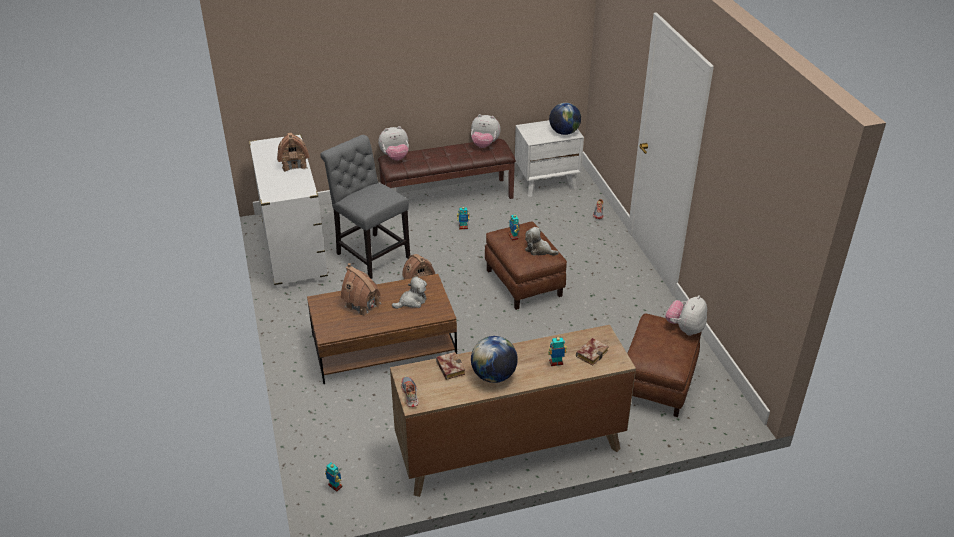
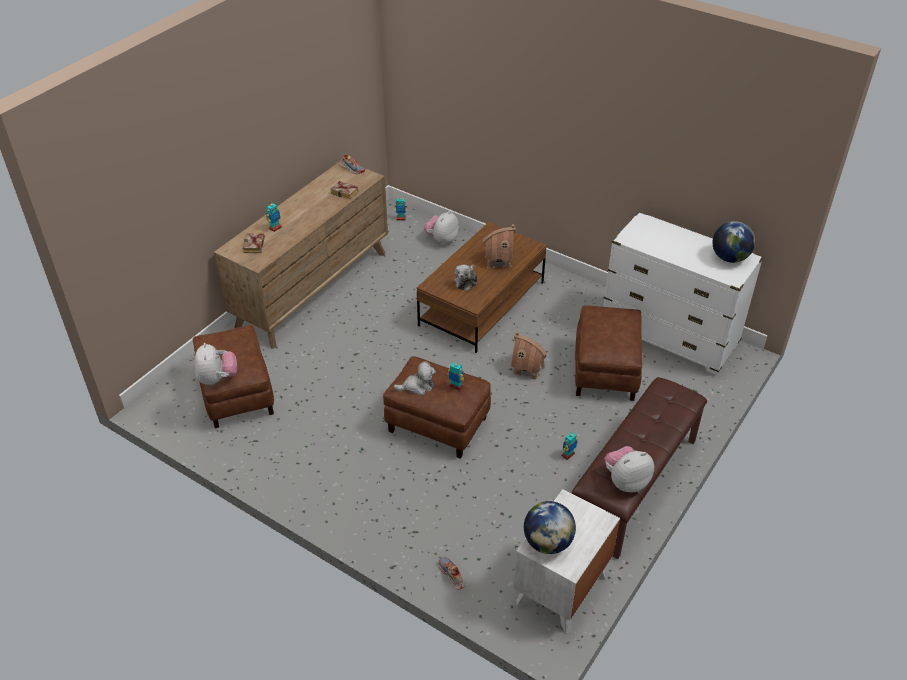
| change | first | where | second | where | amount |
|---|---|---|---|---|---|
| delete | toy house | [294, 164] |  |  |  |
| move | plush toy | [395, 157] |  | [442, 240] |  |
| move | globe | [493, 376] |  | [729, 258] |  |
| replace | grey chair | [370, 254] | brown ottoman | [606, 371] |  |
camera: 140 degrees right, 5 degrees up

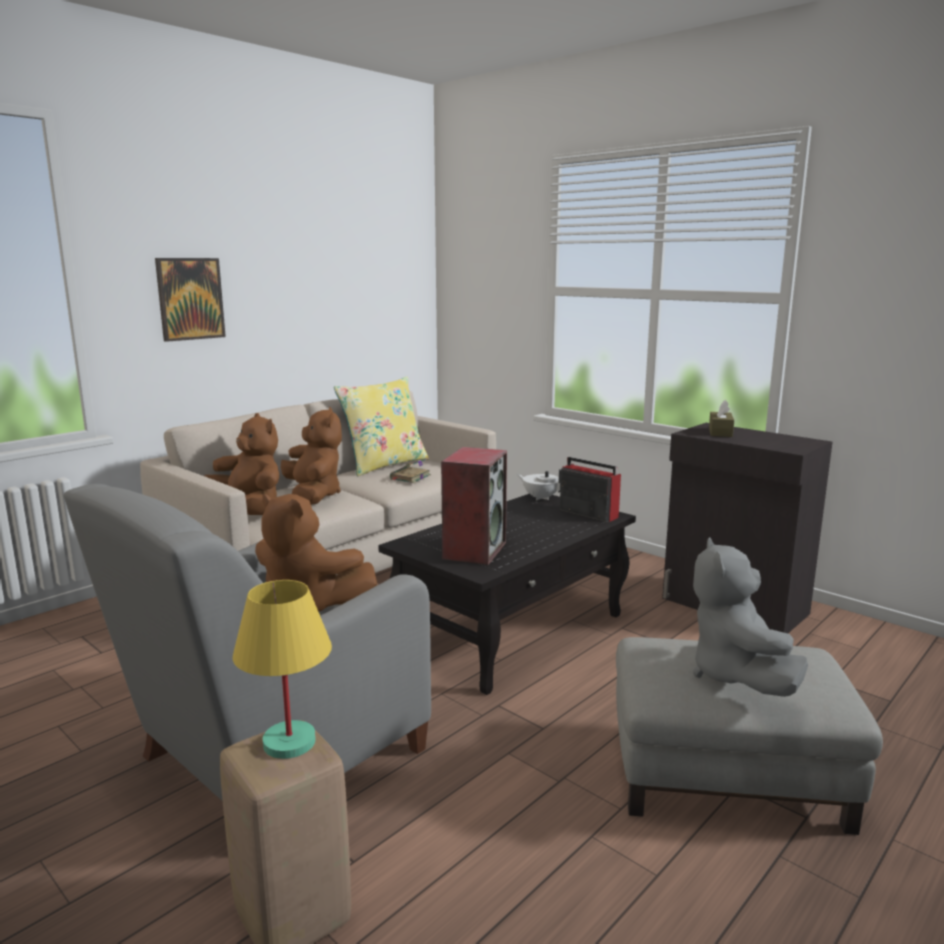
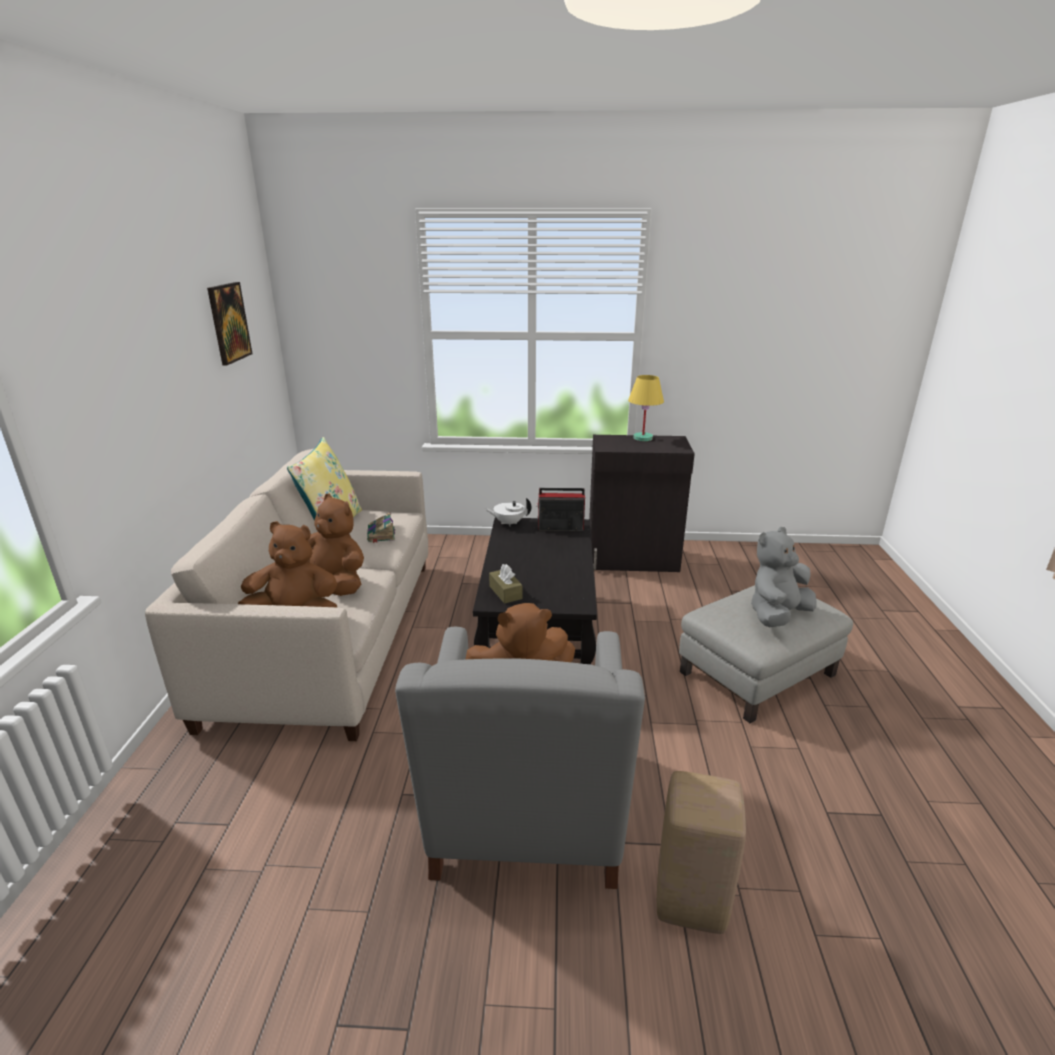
| change | first | where | second | where | amount |
|---|---|---|---|---|---|
| delete | speaker | [474, 550] |  |  |  |
| move | picture | [190, 299] |  | [229, 323] |  |
| move | yellow table lamp | [290, 743] |  | [643, 438] |  |
| move | brown tissue box | [720, 432] |  | [505, 592] |  |
| rotate | grey plush toy | [736, 675] |  | [777, 615] | 90 degrees clockwise |
camera: 40 degrees left, 10 degrees up

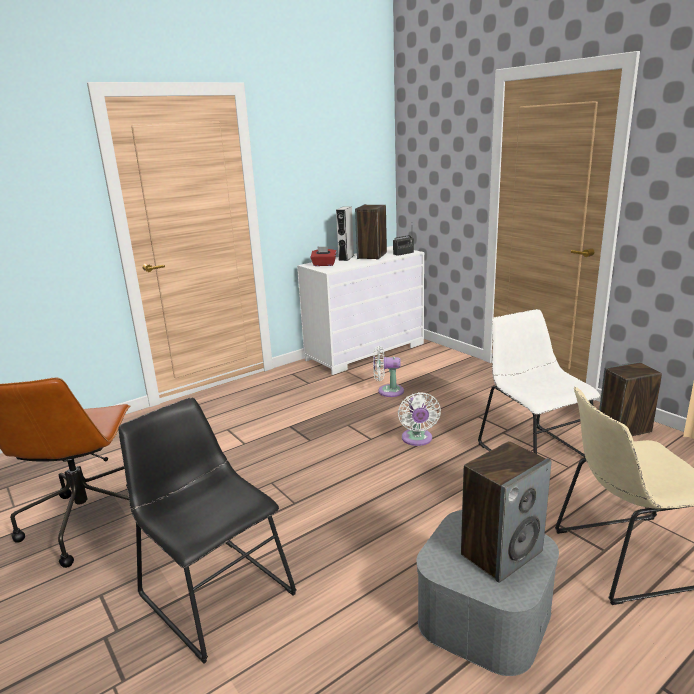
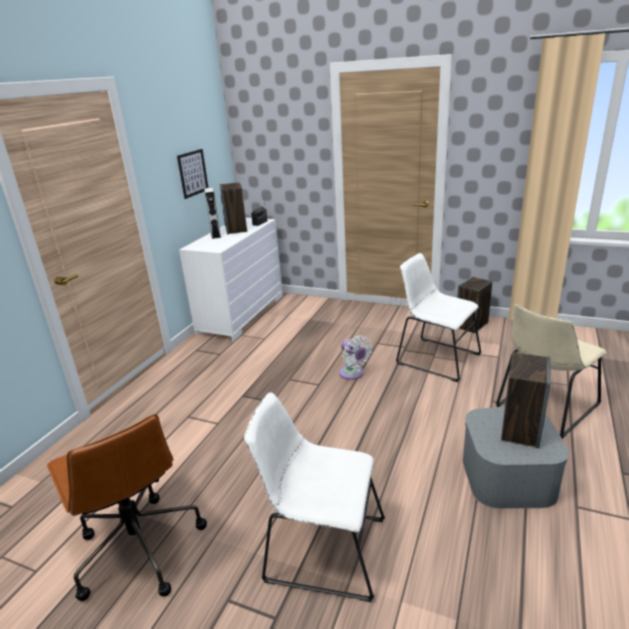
| change | first | where | second | where | amount |
|---|---|---|---|---|---|
| delete | red tissue box | [324, 265] |  |  |  |
| delete | white fan | [387, 391] |  |  |  |
| insert |  |  | picture | [192, 173] |  |
| recolor | black chair | [213, 591] | white chair | [320, 548] |  |
camera: 30 degrees left, 5 degrees up

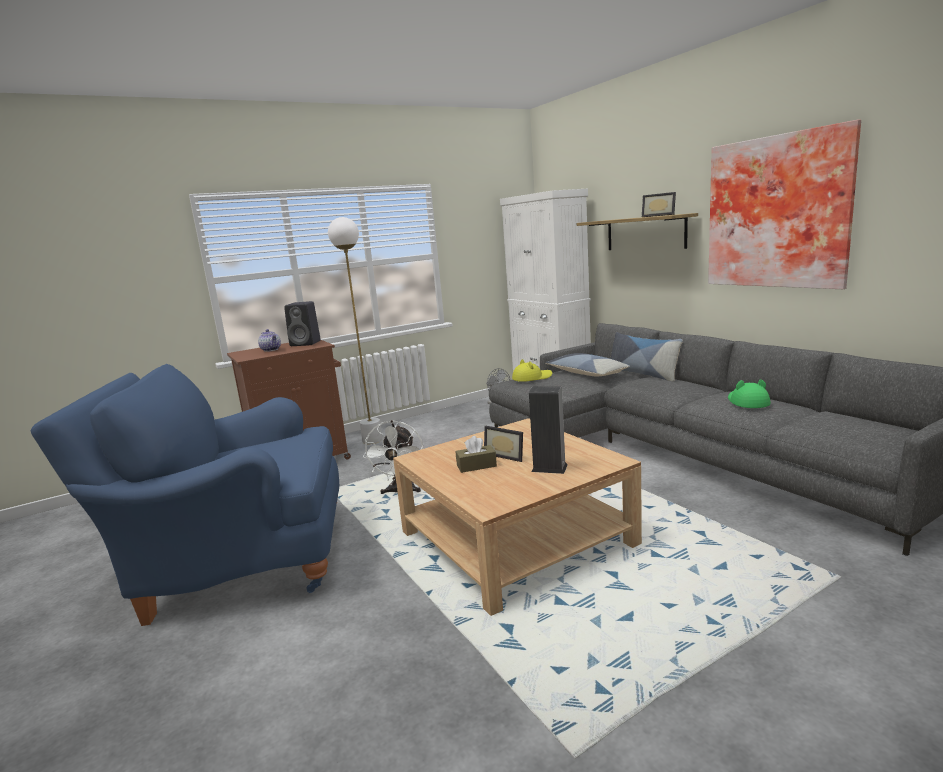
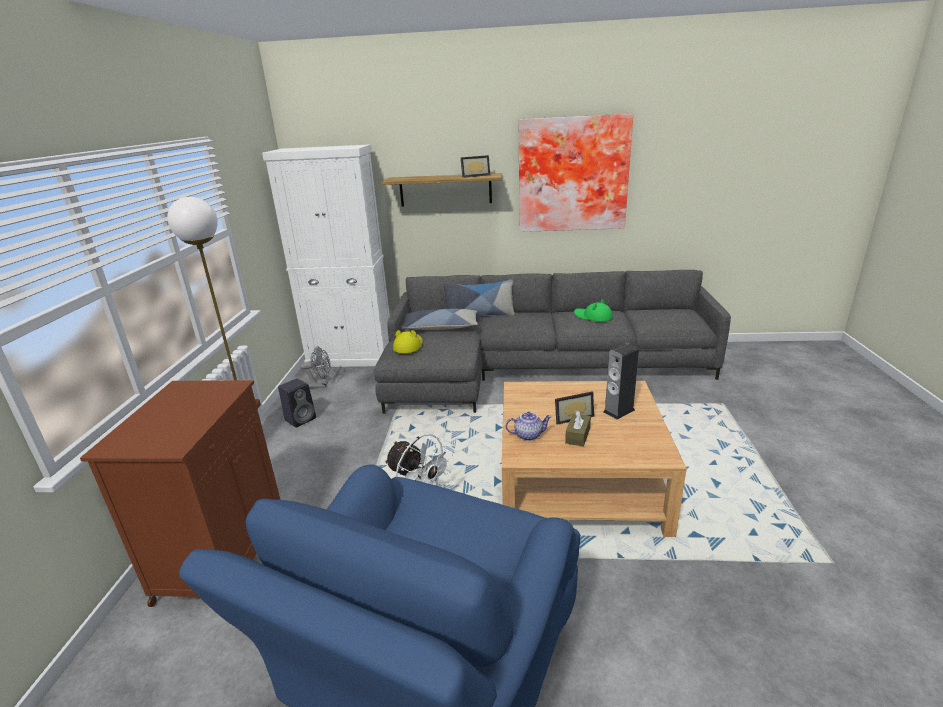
| change | first | where | second | where | amount |
|---|---|---|---|---|---|
| move | teapot | [271, 350] |  | [528, 435] |  |
| move | black speaker | [306, 343] |  | [301, 419] |  |
camera: 55 degrees left, 10 degrees up

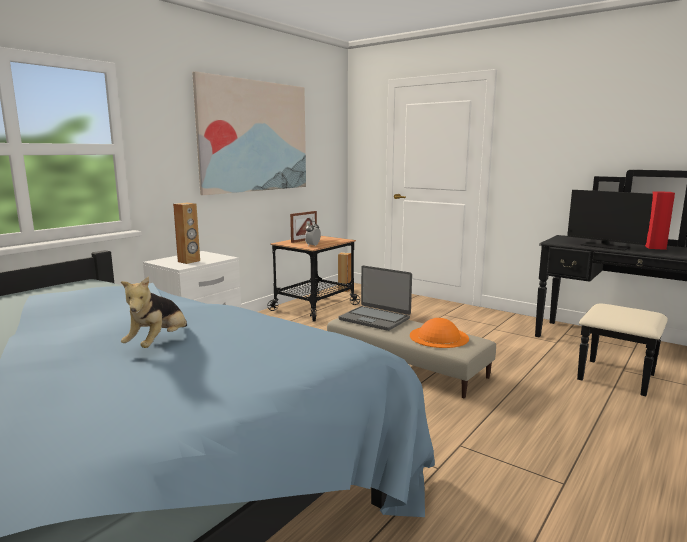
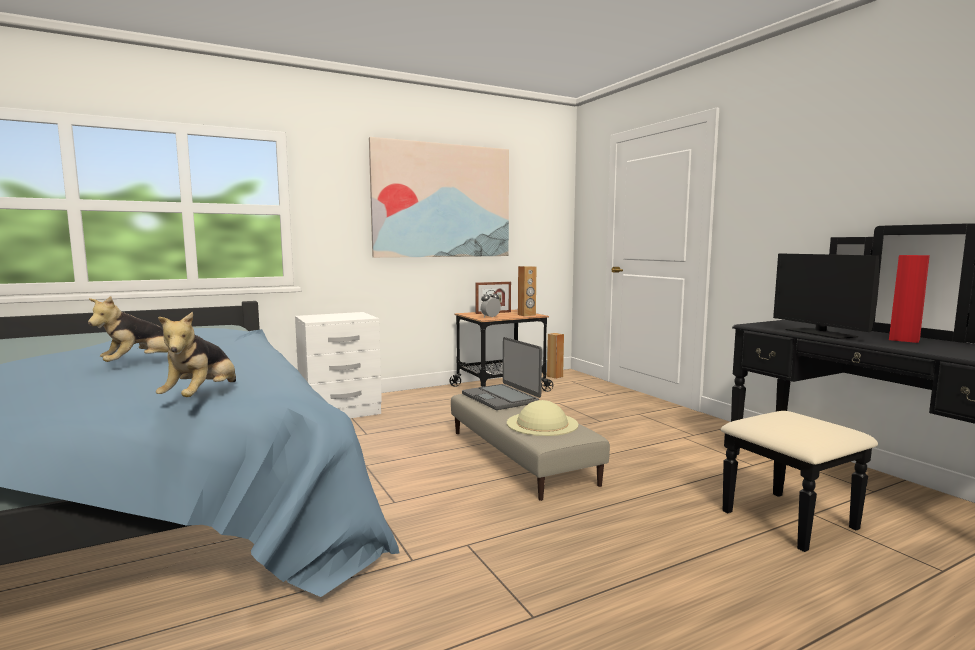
| change | first | where | second | where | amount |
|---|---|---|---|---|---|
| insert |  |  | plush toy | [202, 397] |  |
| move | brown speaker | [189, 261] |  | [526, 315] |  |
| recolor | orange hat | [438, 337] | beige hat | [542, 423] |  |
camera: 25 degrees right, 5 degrees down

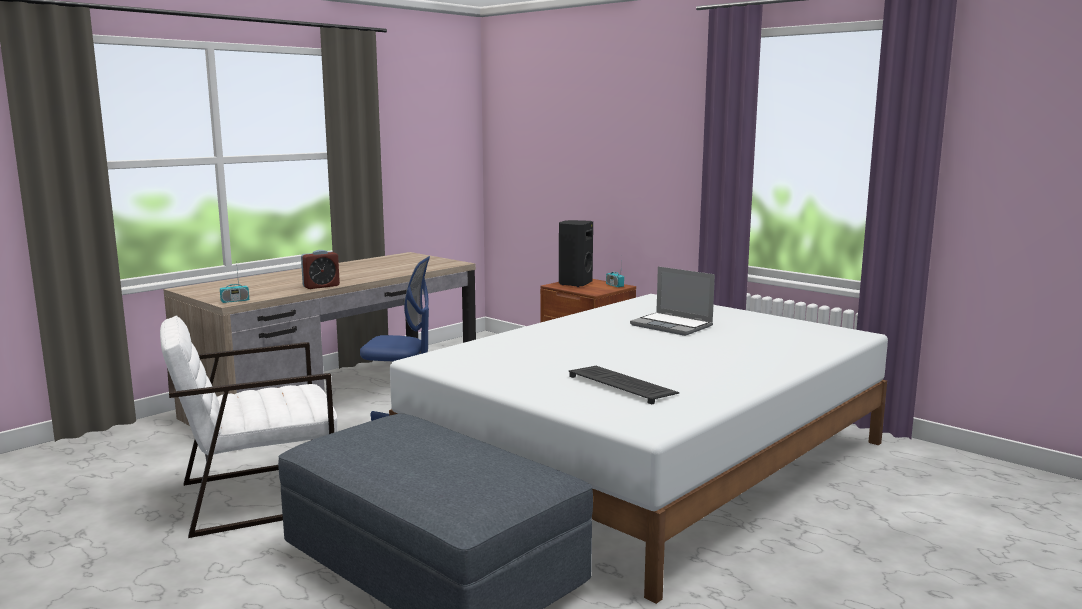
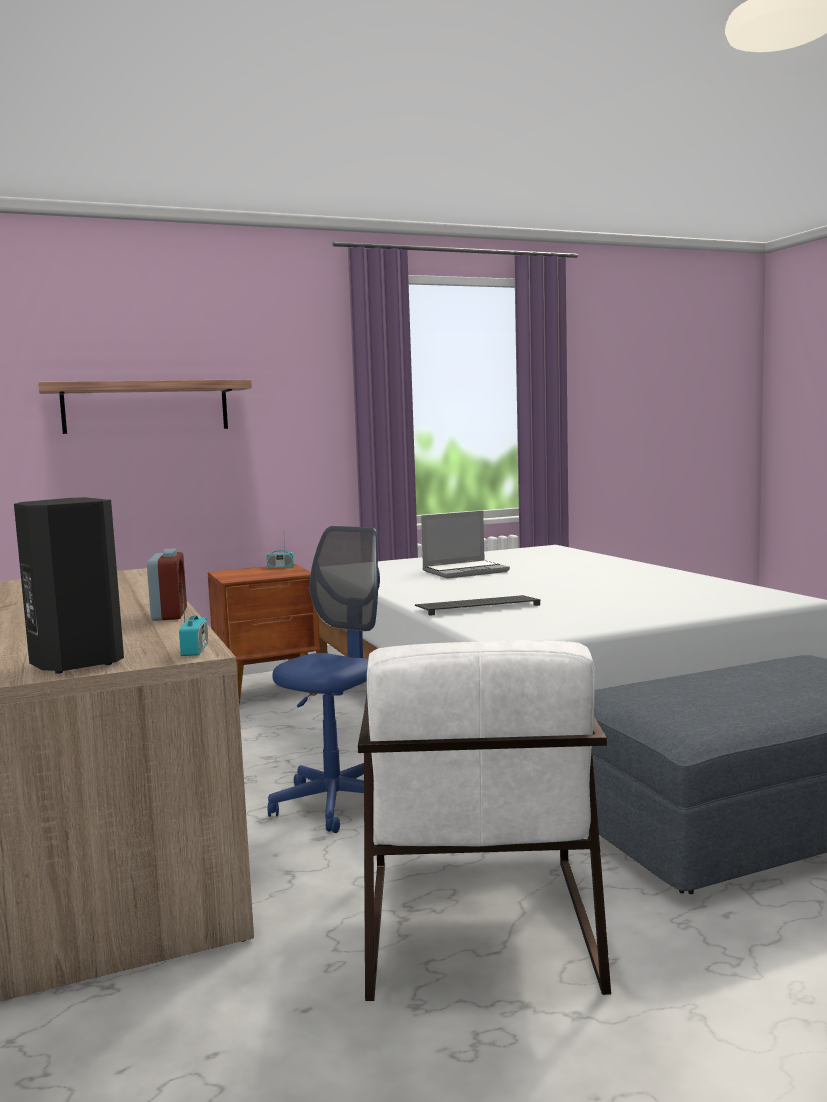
| change | first | where | second | where | amount |
|---|---|---|---|---|---|
| insert |  |  | shelf | [146, 407] |  |
| move | black speaker | [574, 284] |  | [74, 663] |  |
| move | keyboard | [623, 386] |  | [478, 606] |  |
camera: 65 degrees left, 5 degrees down

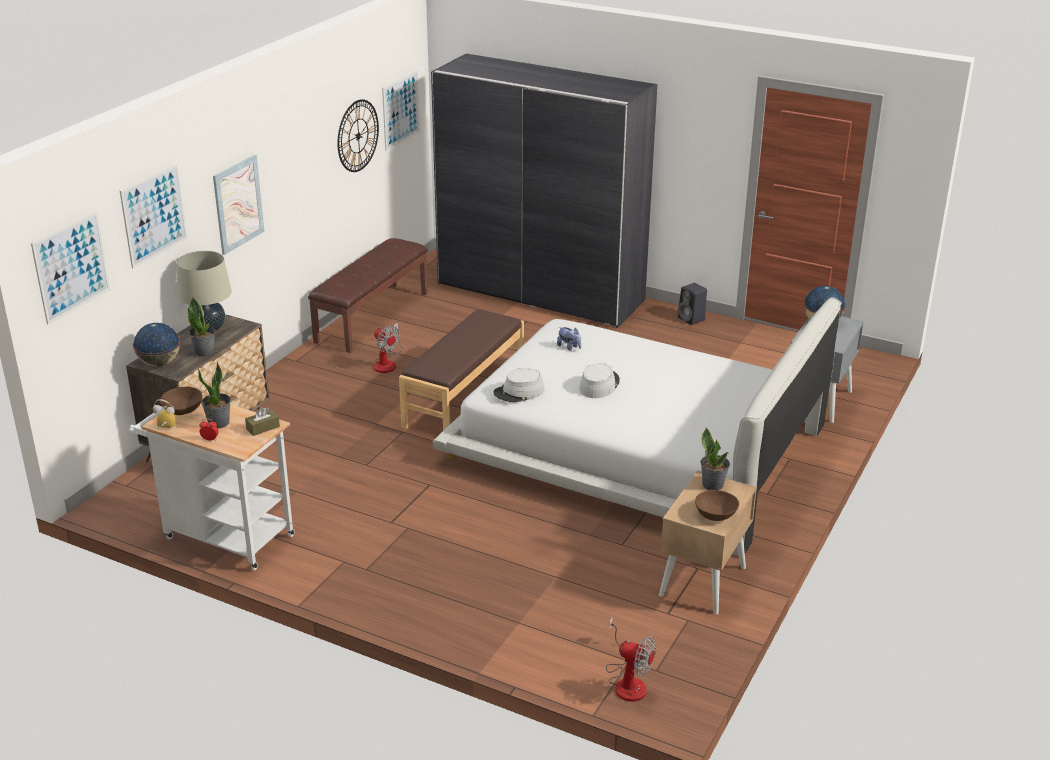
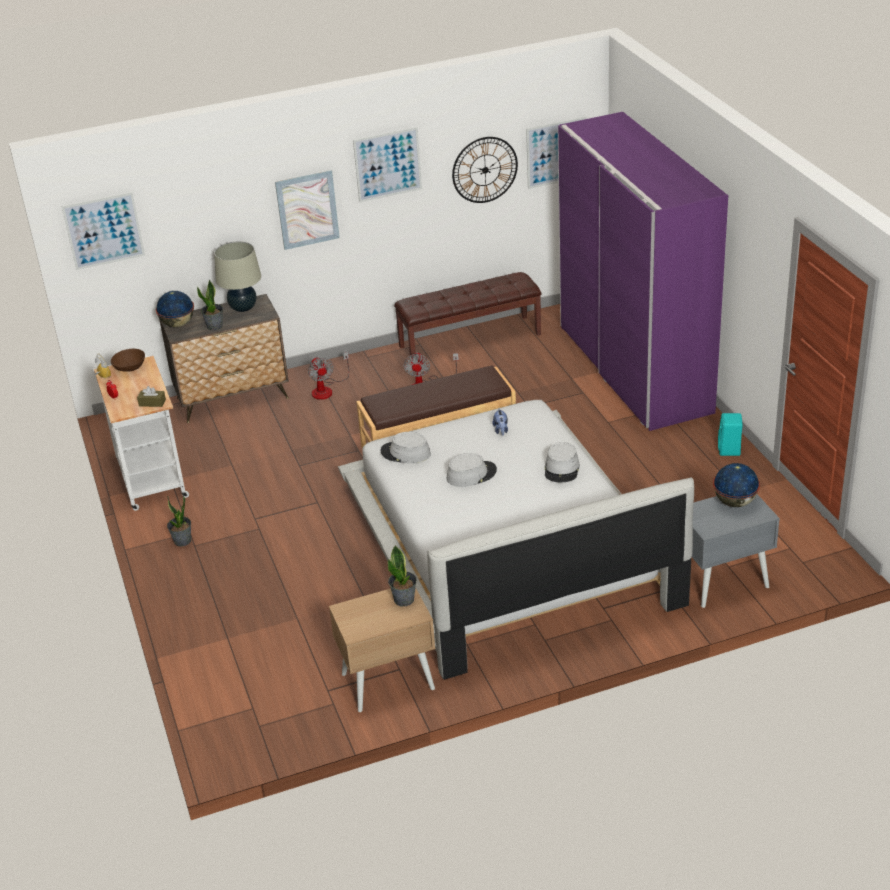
| change | first | where | second | where | amount |
|---|---|---|---|---|---|
| delete | brown bowl | [716, 515] |  |  |  |
| insert |  |  | grey hat | [562, 469] |  |
| move | picture | [154, 215] |  | [387, 164] |  |
| move | potted plant | [219, 423] |  | [182, 541] |  |
| move | fan | [627, 681] |  | [326, 389] |  |
| recolor | grey wardrobe | [540, 292] | purple wardrobe | [634, 369] |  |
| recolor | black speaker | [692, 319] | turquoise speaker | [729, 450] |  |
camera: 45 degrees right, 5 degrees up

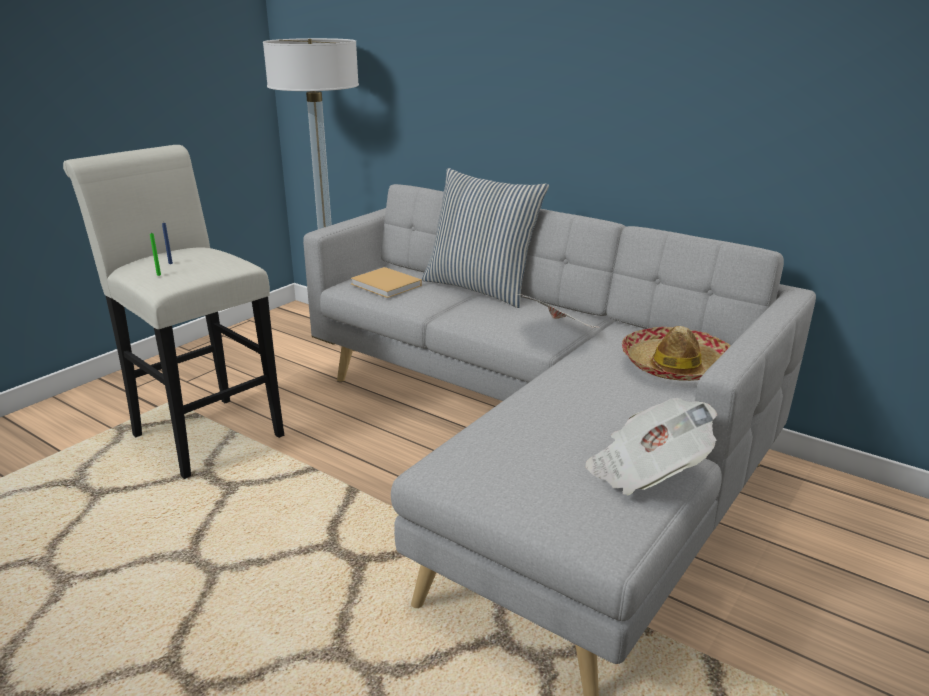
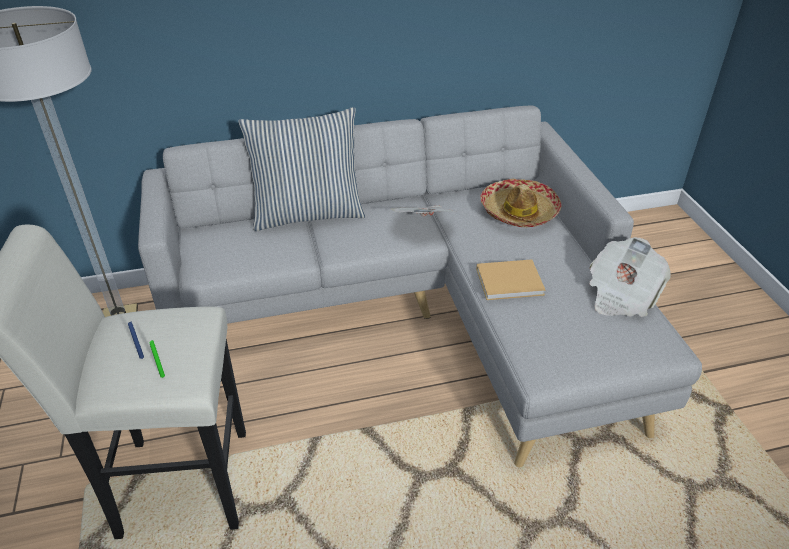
| change | first | where | second | where | amount |
|---|---|---|---|---|---|
| move | beige book | [387, 285] |  | [511, 281] |  |
camera: 50 degrees left, 15 degrees up

